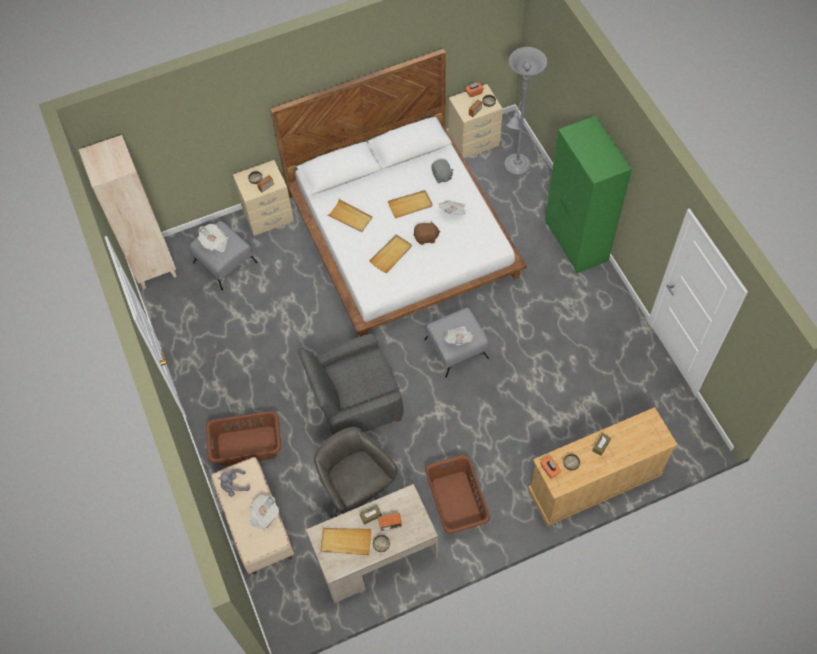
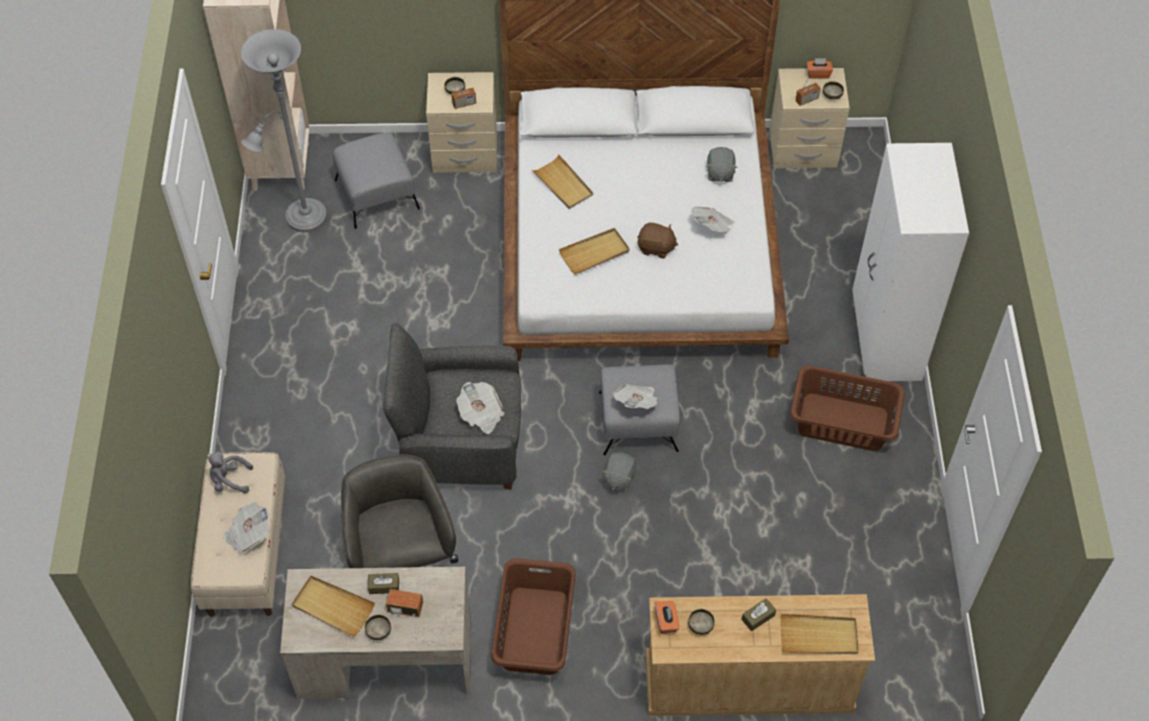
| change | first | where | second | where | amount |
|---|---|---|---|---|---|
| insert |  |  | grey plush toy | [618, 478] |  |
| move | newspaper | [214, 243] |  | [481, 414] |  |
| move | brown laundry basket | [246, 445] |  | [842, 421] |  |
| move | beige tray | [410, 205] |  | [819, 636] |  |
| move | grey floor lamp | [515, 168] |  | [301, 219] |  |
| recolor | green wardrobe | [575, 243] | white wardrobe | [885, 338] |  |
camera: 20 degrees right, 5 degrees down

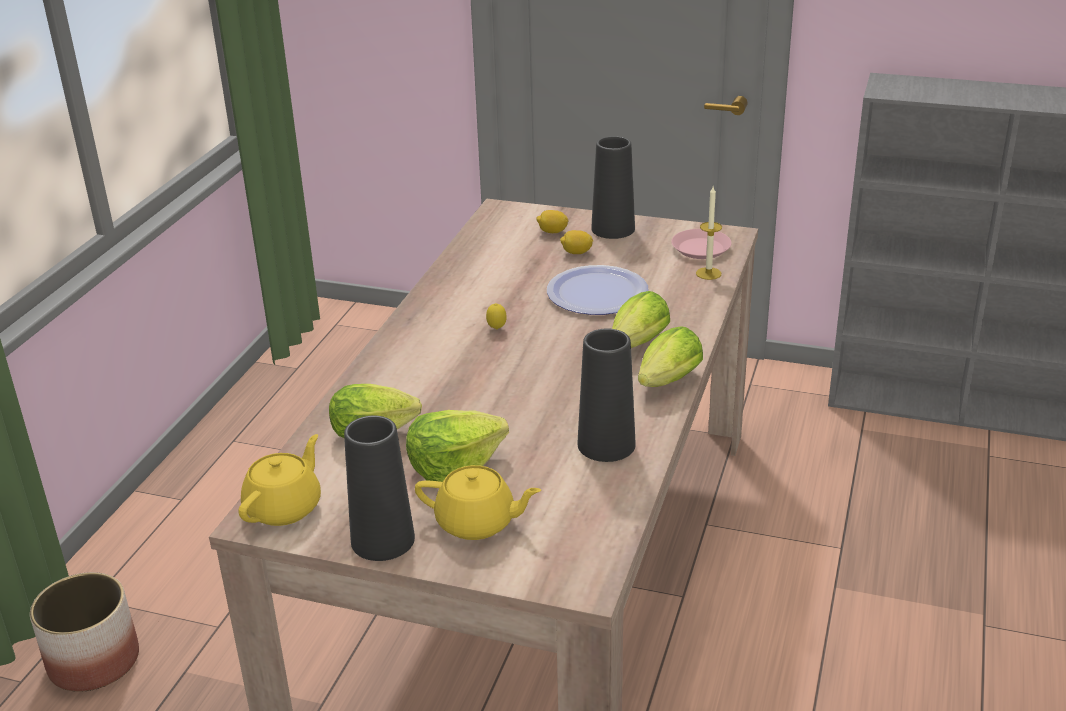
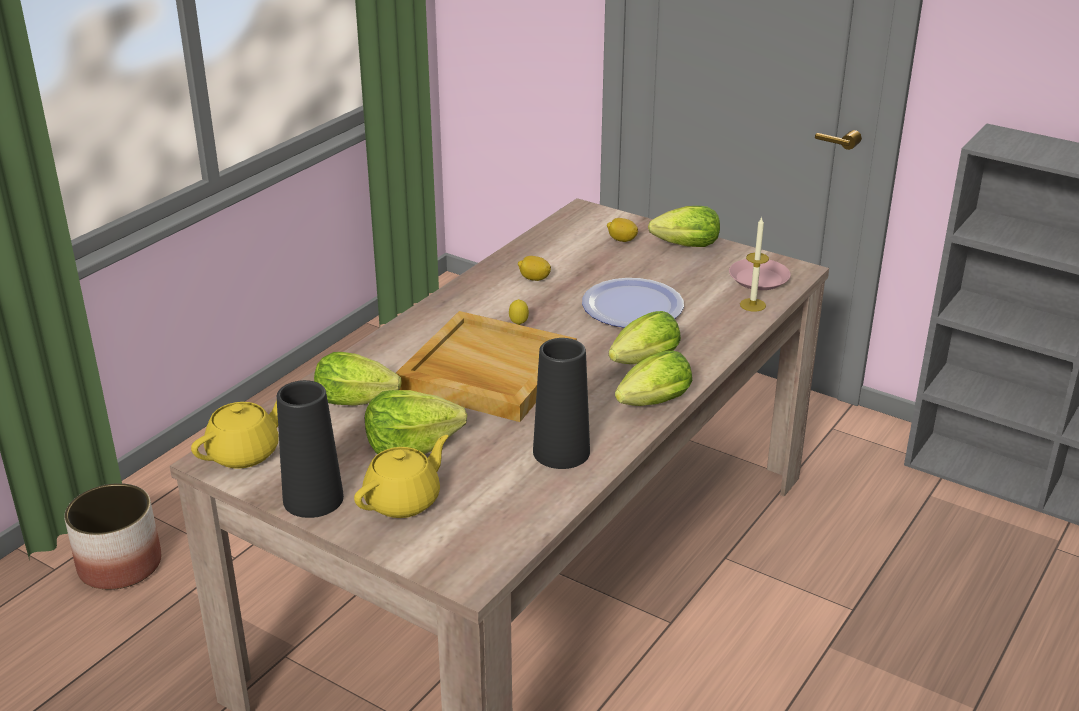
| change | first | where | second | where | amount |
|---|---|---|---|---|---|
| insert |  |  | beige tray | [486, 372] |  |
| move | lemon | [576, 253] |  | [534, 279] |  |
| replace | black vase | [613, 229] | lettuce | [682, 246] |  |
| rotate | yellow teapot | [477, 523] |  | [404, 500] | 75 degrees counterclockwise |
camera: 15 degrees right, 0 degrees up

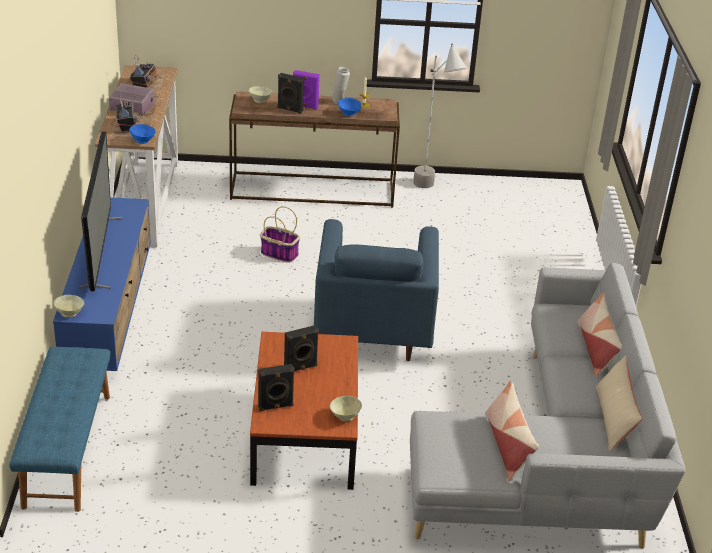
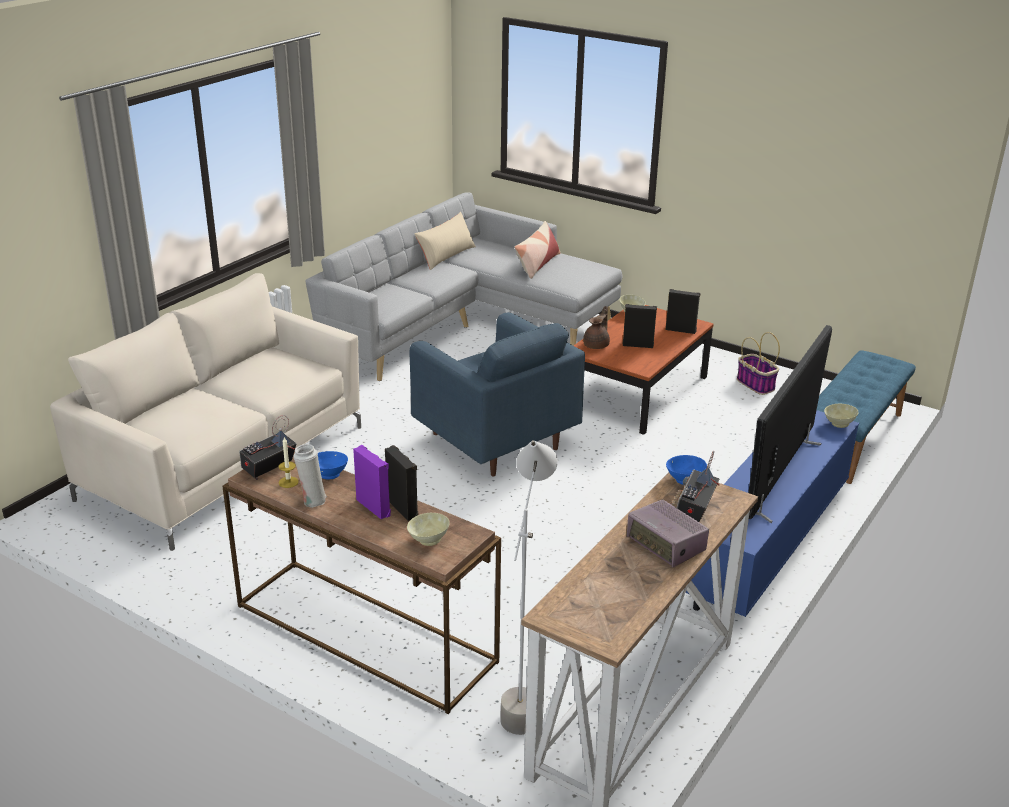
| change | first | where | second | where | amount |
|---|---|---|---|---|---|
| delete | pillow | [596, 349] |  |  |  |
| insert |  |  | beige sofa | [224, 462] |  |
| insert |  |  | brown teapot | [597, 345] |  |
| move | radio | [144, 85] |  | [268, 469] |  |
| move | basket | [278, 254] |  | [756, 385] |  |
| move | grey floor lamp | [431, 191] |  | [524, 696] |  |
| rotate | blue armchair | [373, 330] |  | [494, 441] | 105 degrees clockwise |
camera: 145 degrees left, 5 degrees down

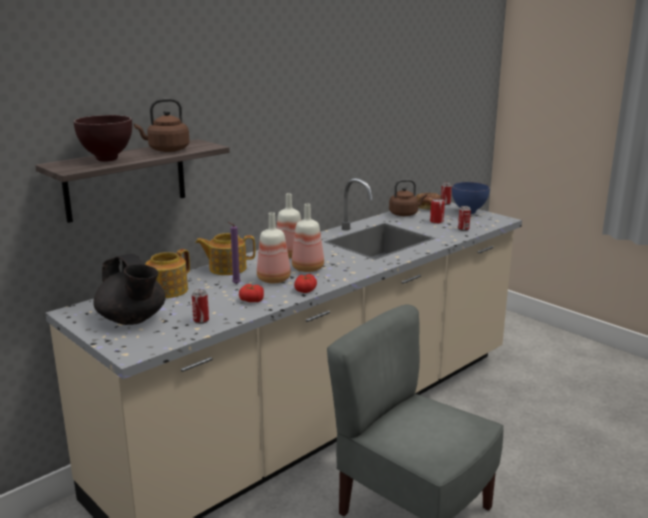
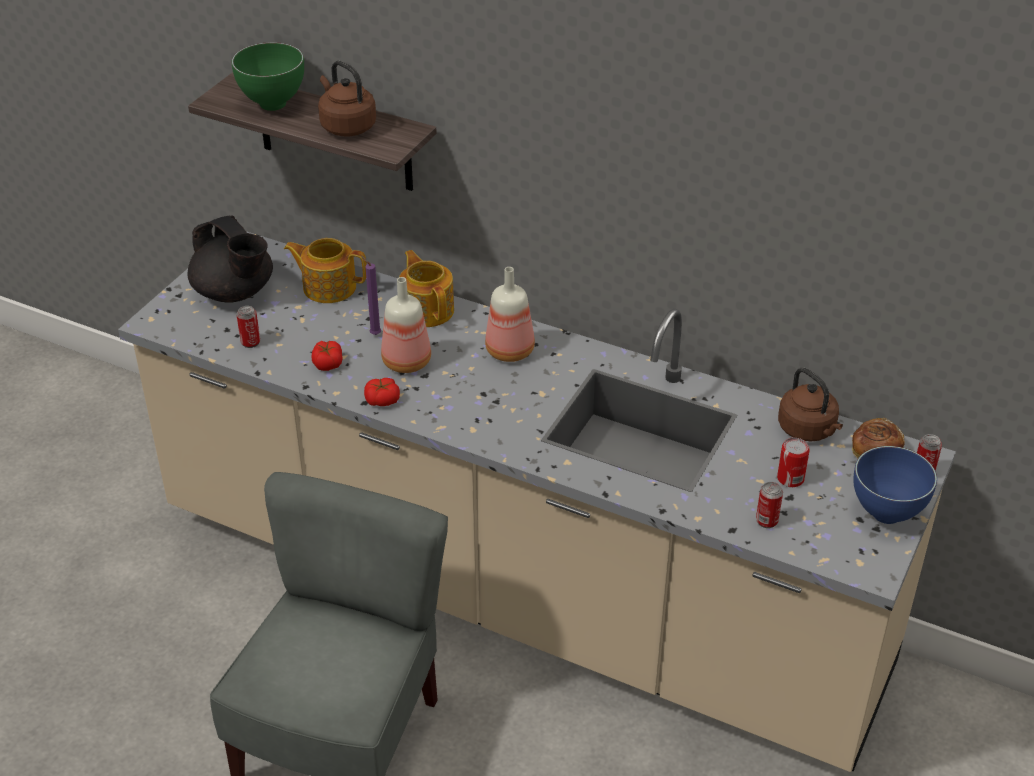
| change | first | where | second | where | amount |
|---|---|---|---|---|---|
| delete | bottle | [308, 268] |  |  |  |
| recolor | brown bowl | [106, 160] | green bowl | [271, 105] |  |
| rotate | black teapot | [132, 320] |  | [235, 293] | 75 degrees counterclockwise |
camera: 70 degrees right, 20 degrees up

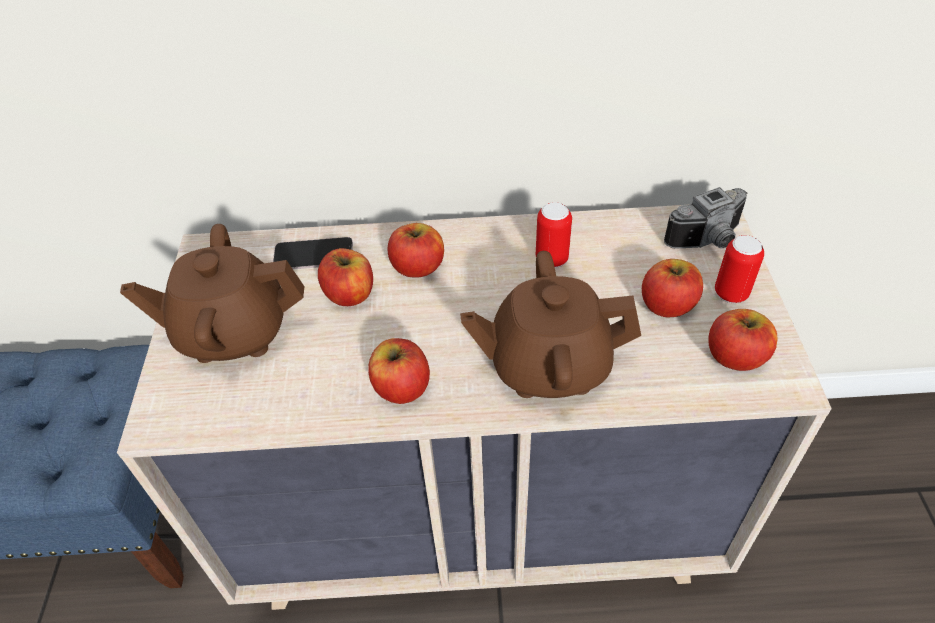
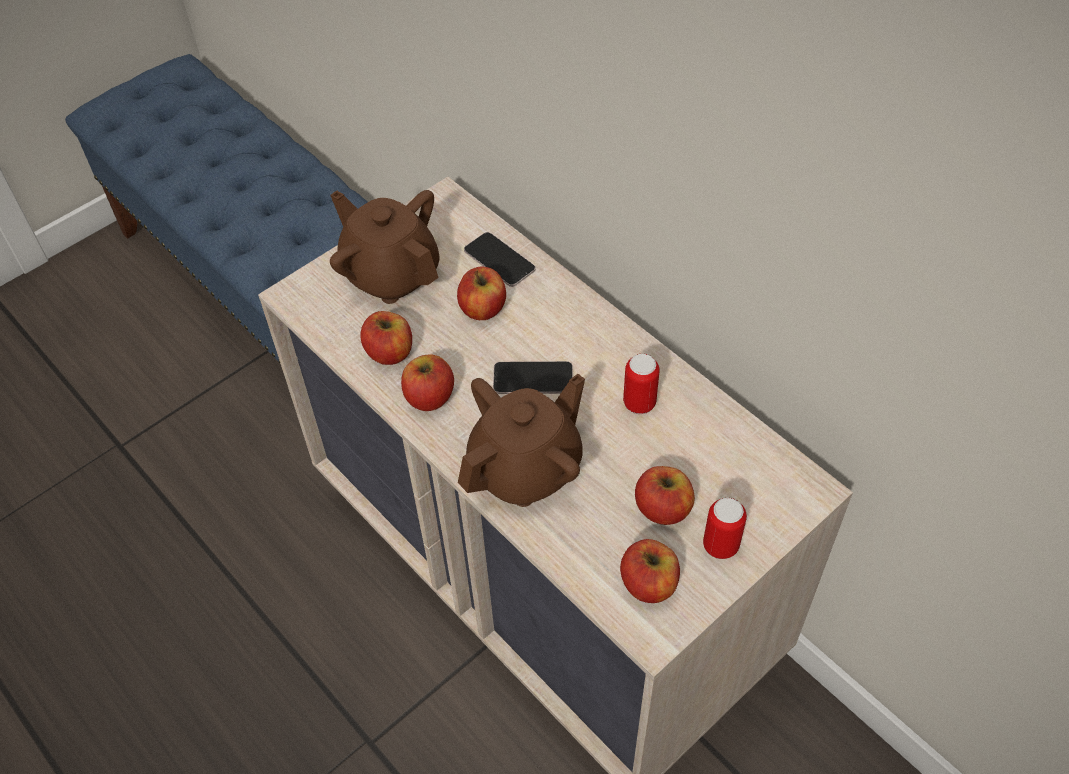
| change | first | where | second | where | amount |
|---|---|---|---|---|---|
| delete | photo camera | [709, 241] |  |  |  |
| insert |  |  | phone | [533, 379] |  |
| move | apple | [418, 267] |  | [389, 352] |  |
| rotate | brown teapot | [548, 366] |  | [526, 468] | 90 degrees clockwise |
camera: 50 degrees right, 5 degrees up

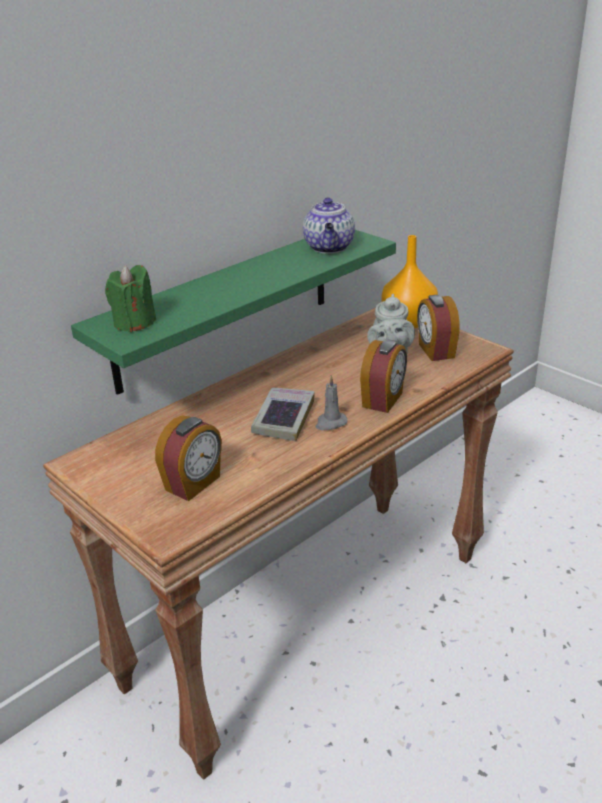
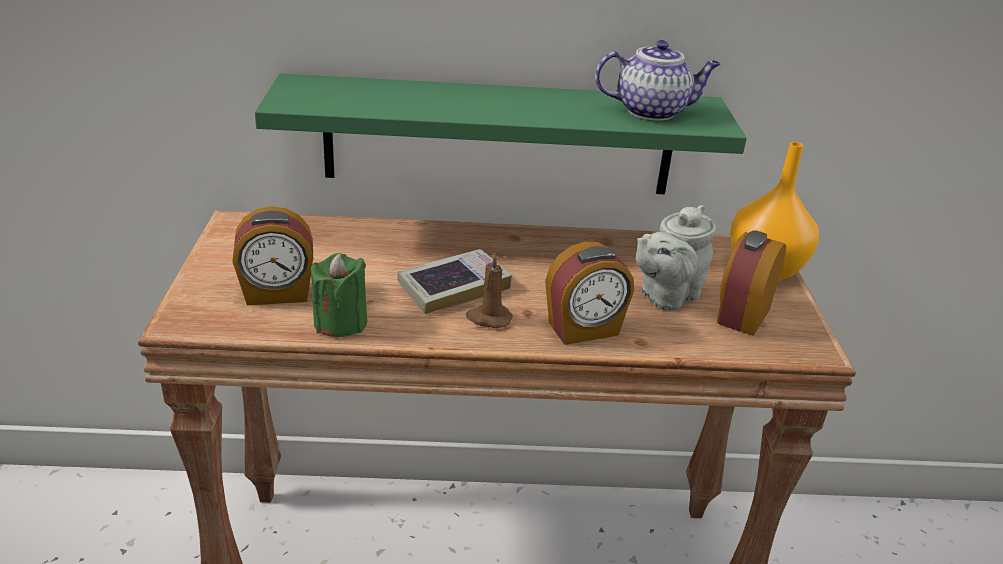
| change | first | where | second | where | amount |
|---|---|---|---|---|---|
| move | green candle | [134, 323] |  | [340, 323] |  |
| recolor | grey candle | [330, 423] | brown candle | [488, 318] |  |
| rotate | teapot | [329, 248] |  | [652, 111] | 135 degrees counterclockwise |
camera: 40 degrees right, 0 degrees up

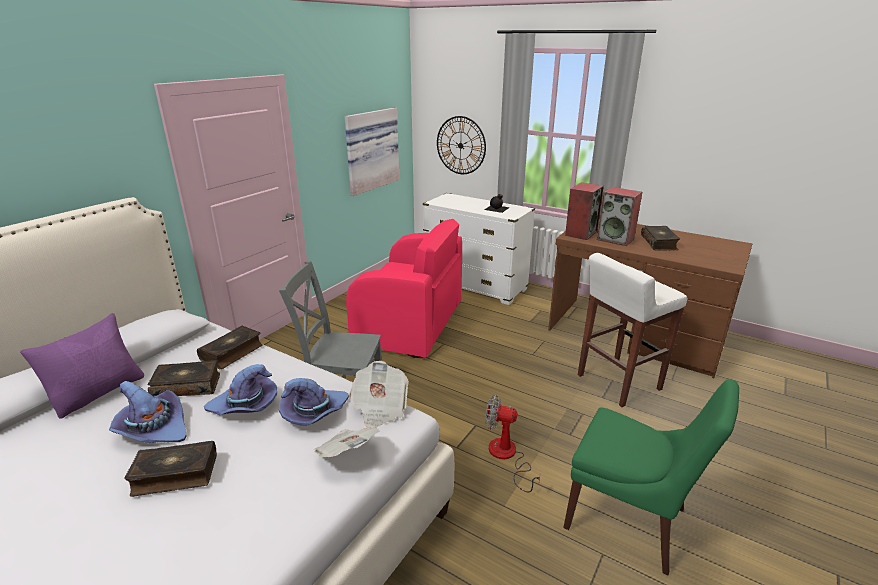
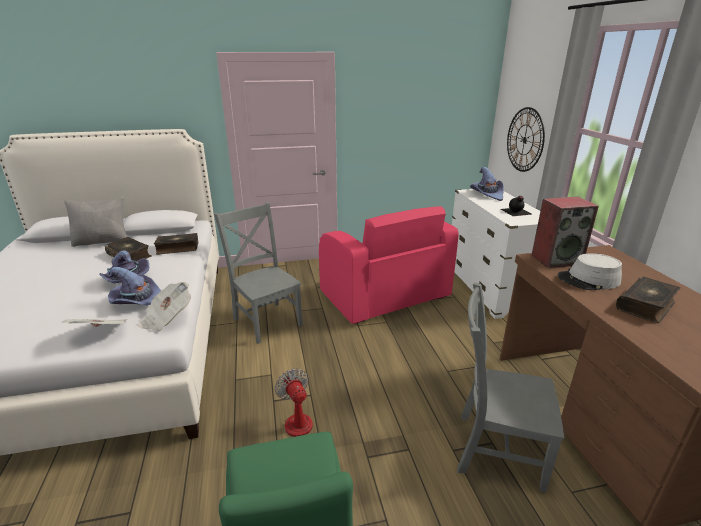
| change | first | where | second | where | amount |
|---|---|---|---|---|---|
| delete | book | [175, 475] |  |  |  |
| delete | picture | [370, 150] |  |  |  |
| move | purple hat | [153, 428] |  | [487, 194] |  |
| replace | white stool | [617, 382] | grey chair | [494, 449] |  |
| replace | speaker | [615, 239] | grey hat | [588, 280] |  |
| recolor | purple pillow | [99, 393] | grey pillow | [103, 242] |  |
camera: 45 degrees right, 0 degrees up

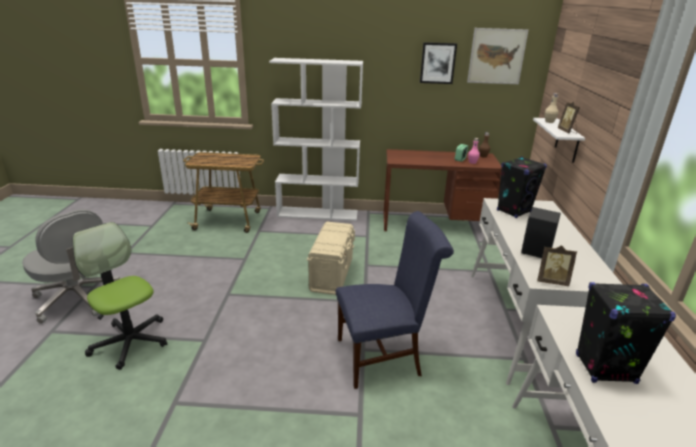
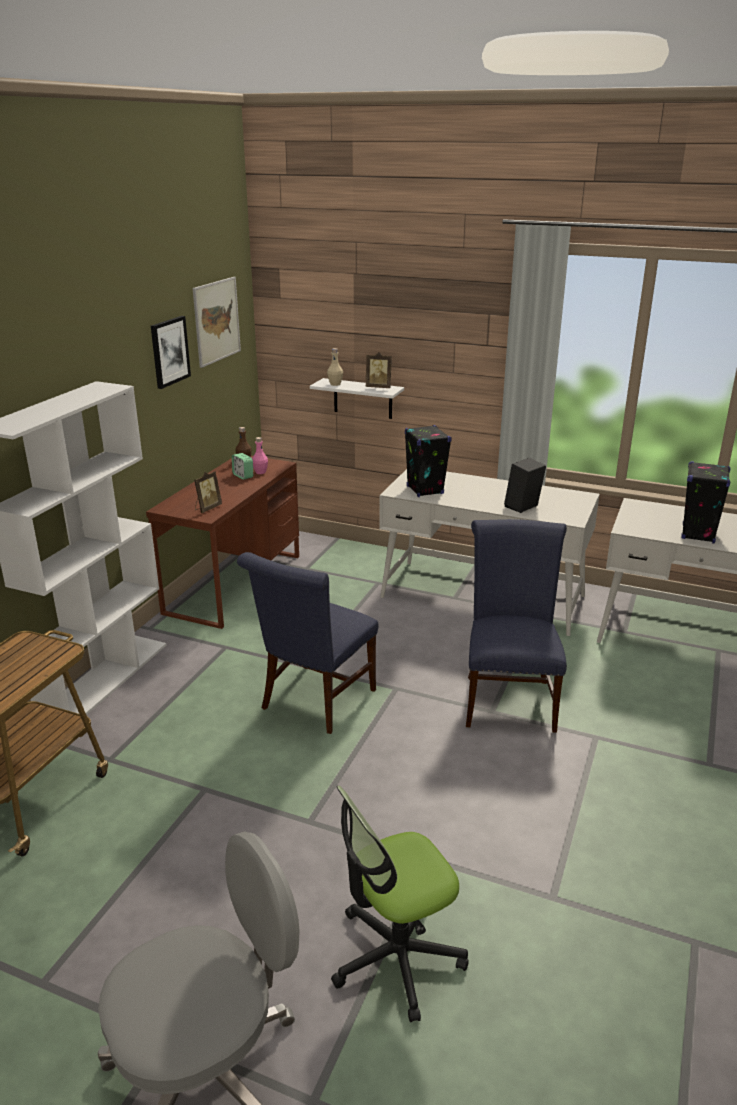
| change | first | where | second | where | amount |
|---|---|---|---|---|---|
| move | picture frame | [551, 281] |  | [207, 508] |  |
| replace | beige storage box | [332, 274] | blue chair | [314, 702] |  |
camera: 70 degrees left, 0 degrees up

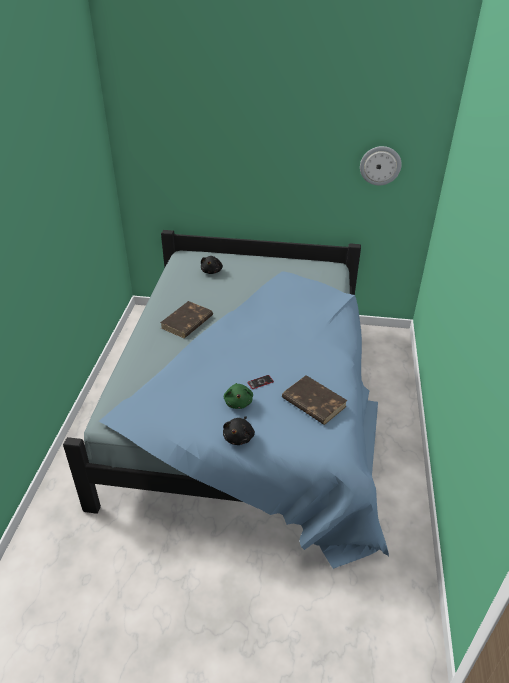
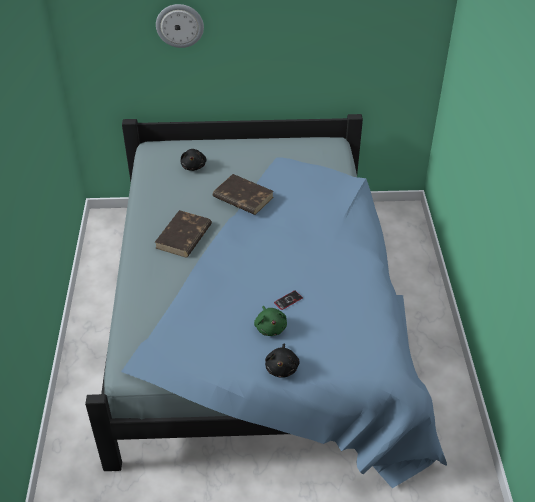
| change | first | where | second | where | amount |
|---|---|---|---|---|---|
| move | brown book | [313, 402] |  | [242, 197] |  |
| move | wall clock | [380, 165] |  | [179, 25] |  |
camera: 10 degrees left, 5 degrees up

